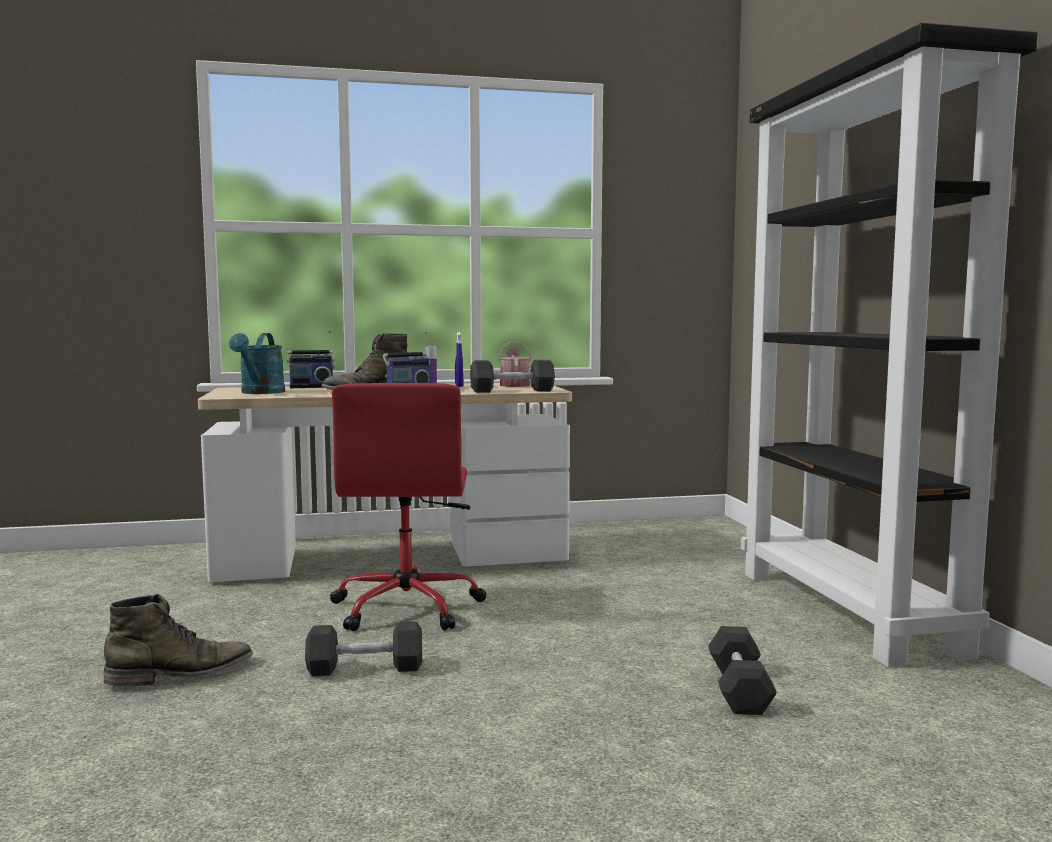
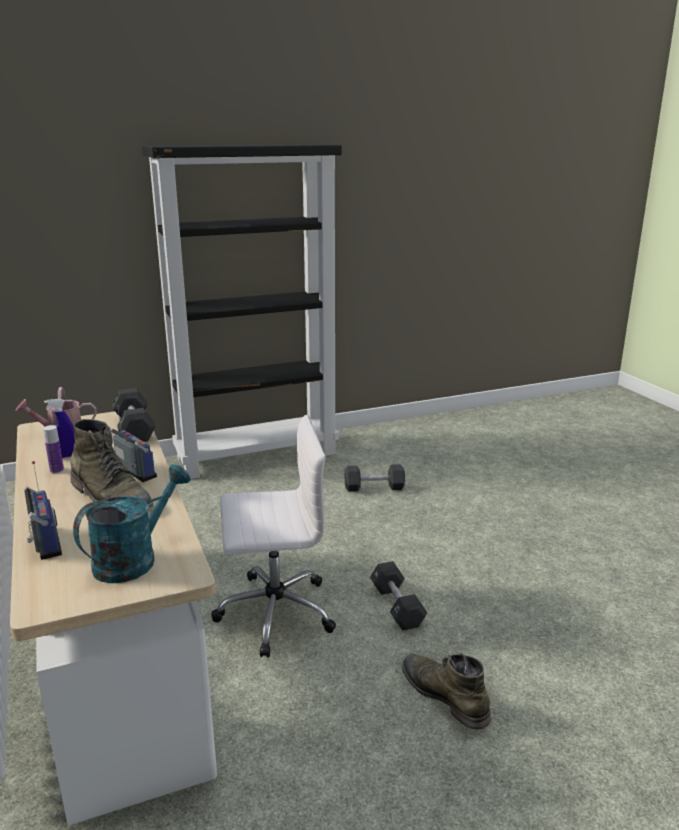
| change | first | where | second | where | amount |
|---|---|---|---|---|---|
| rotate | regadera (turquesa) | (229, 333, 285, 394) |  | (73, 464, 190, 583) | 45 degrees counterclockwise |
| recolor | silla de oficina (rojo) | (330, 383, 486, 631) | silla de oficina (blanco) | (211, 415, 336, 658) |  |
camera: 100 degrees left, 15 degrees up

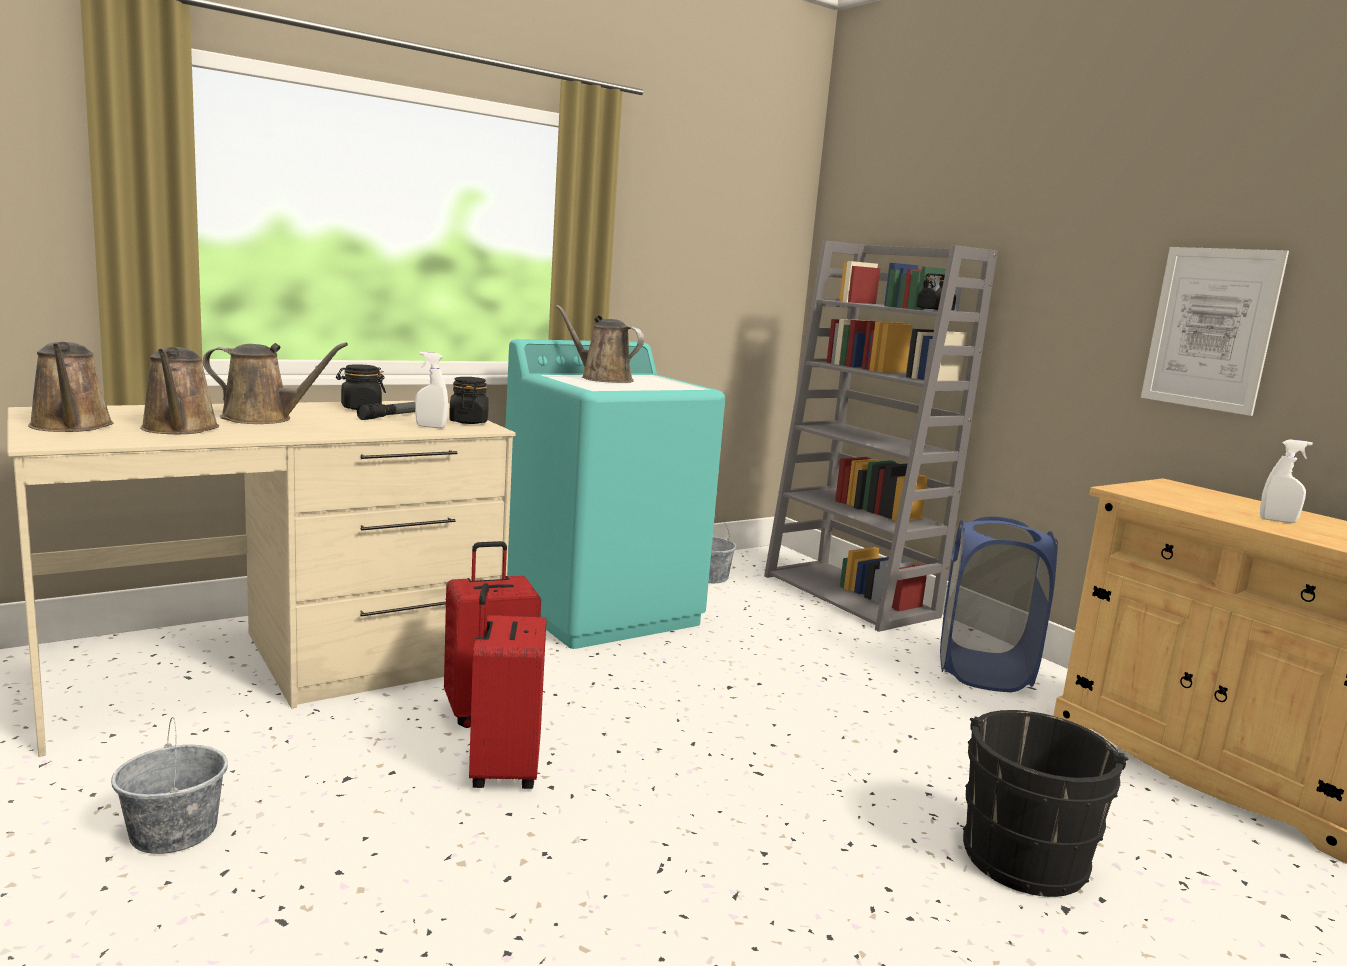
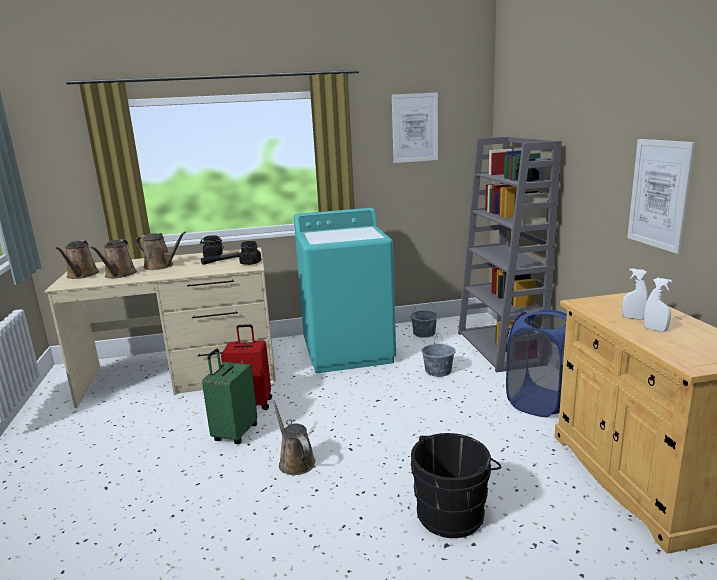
| change | first | where | second | where | amount |
|---|---|---|---|---|---|
| move | cubo (gris) | (111, 717, 228, 854) |  | (421, 333, 456, 377) |  |
| move | pulverizador (blanco) | (415, 352, 448, 428) |  | (622, 268, 648, 320) |  |
| recolor | maleta (rojo) | (469, 583, 546, 789) | maleta (verde) | (202, 349, 257, 444) |  |
| move | regadera (marrón) | (556, 305, 644, 383) |  | (272, 400, 315, 475) |  |
| insert |  |  | cuadro | (392, 92, 438, 163) |  |
camera: 25 degrees right, 5 degrees up

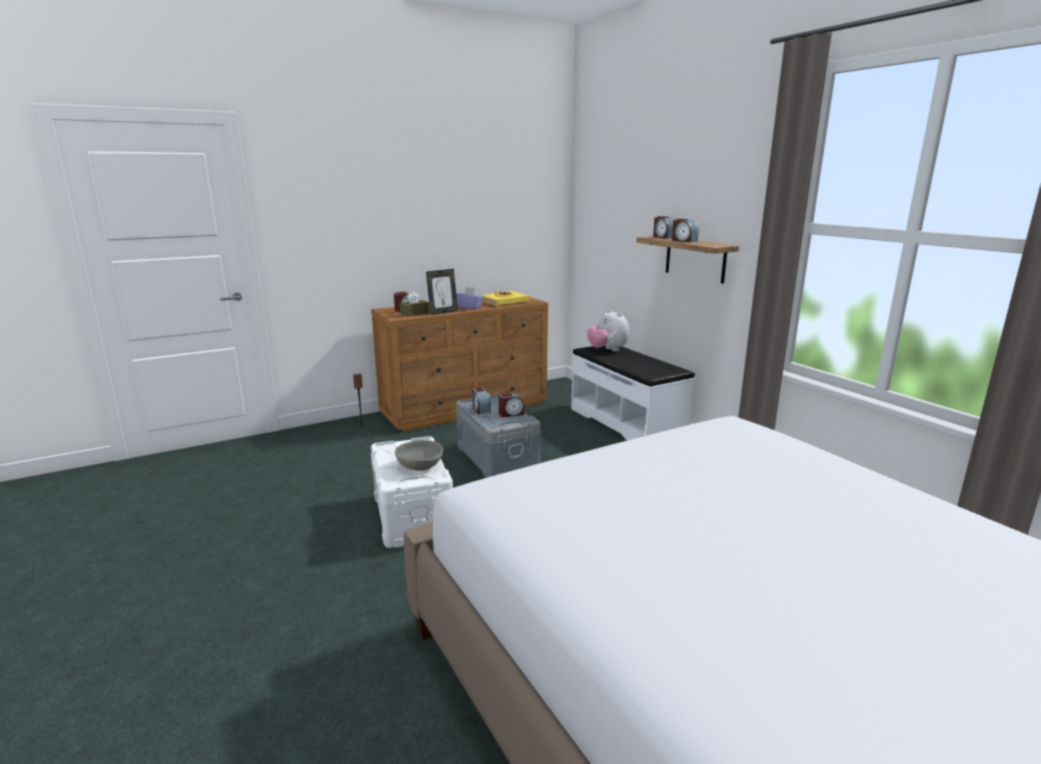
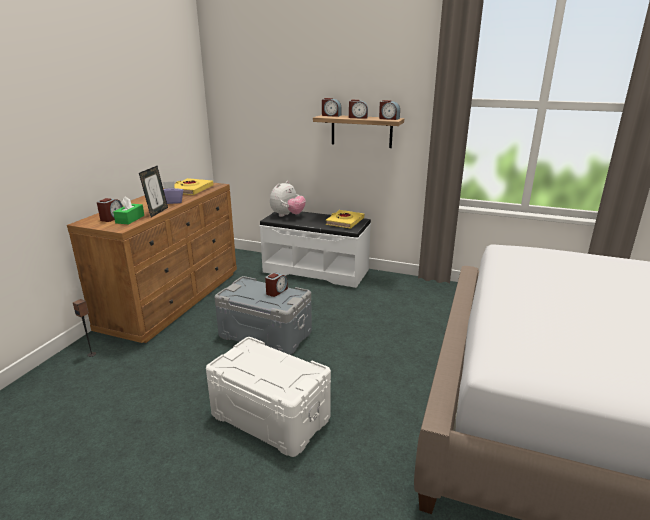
| change | first | where | second | where | amount |
|---|---|---|---|---|---|
| delete | cuenco (gris) | (395, 440, 443, 471) |  |  |  |
| recolor | caja de pañuelos (marrón) | (400, 291, 430, 316) | caja de pañuelos (verde) | (113, 196, 144, 224) |  |
| move | despertador | (472, 387, 491, 415) |  | (379, 100, 400, 120) |  |
| rotate | peluche | (587, 309, 629, 351) |  | (270, 181, 306, 217) | 75 degrees counterclockwise |
| insert |  |  | libro (amarillo) | (326, 210, 364, 229) |  |
camera: 40 degrees left, 5 degrees up

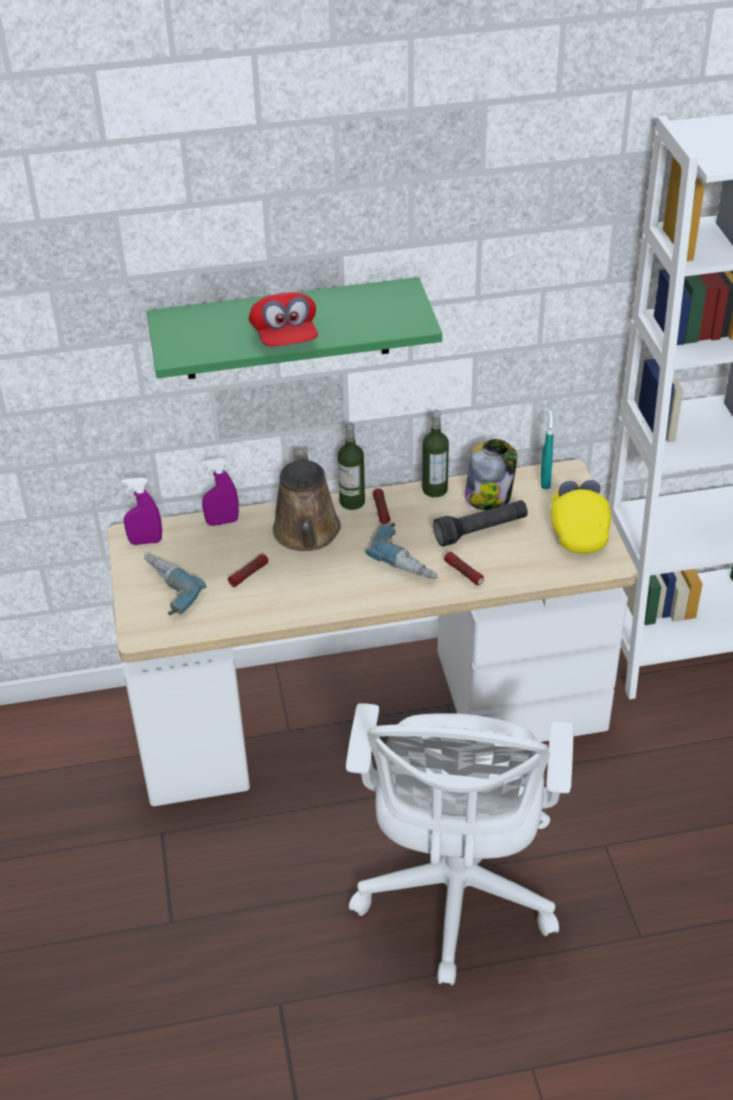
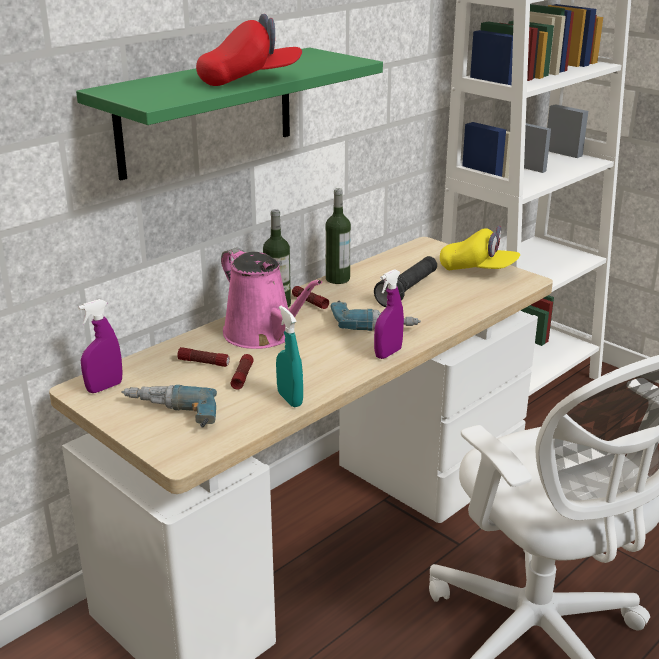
| change | first | where | second | where | amount |
|---|---|---|---|---|---|
| move | pulverizador (morado) | (202, 458, 239, 526) |  | (374, 269, 404, 359) |  |
| rotate | gorra (rojo) | (249, 292, 318, 346) |  | (196, 14, 302, 86) | 60 degrees counterclockwise |
| recolor | regadera (marrón) | (273, 446, 341, 551) | regadera (rosa) | (221, 247, 322, 349) |  |
| move | linterna | (444, 552, 484, 585) |  | (177, 347, 230, 367) |  |
| delete | tarro | (465, 439, 517, 510) |  |  |  |
| move | pulverizador (turquesa) | (541, 410, 554, 489) |  | (276, 306, 303, 407) |  |
| rotate | gorra (amarillo) | (551, 480, 611, 554) |  | (440, 226, 520, 270) | 150 degrees clockwise |
camera: 35 degrees left, 15 degrees down

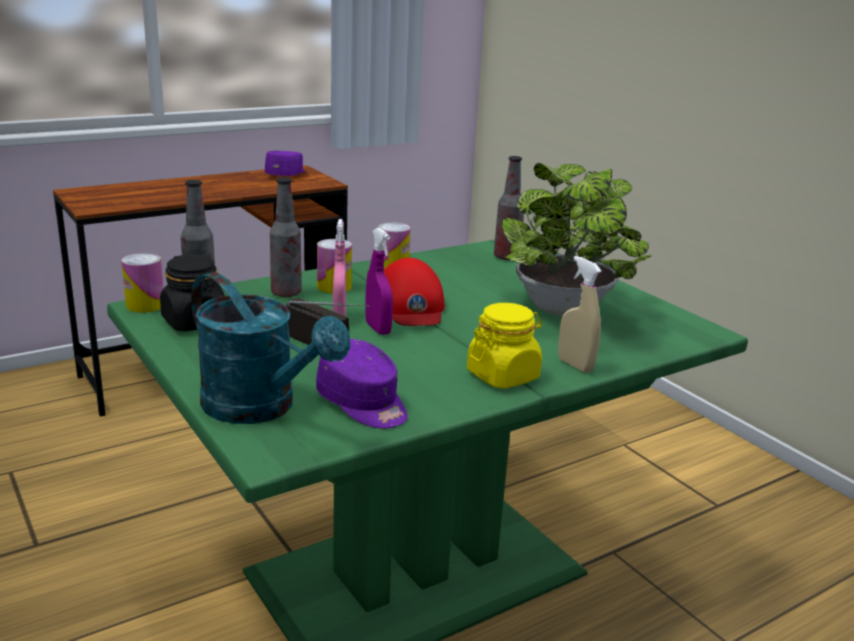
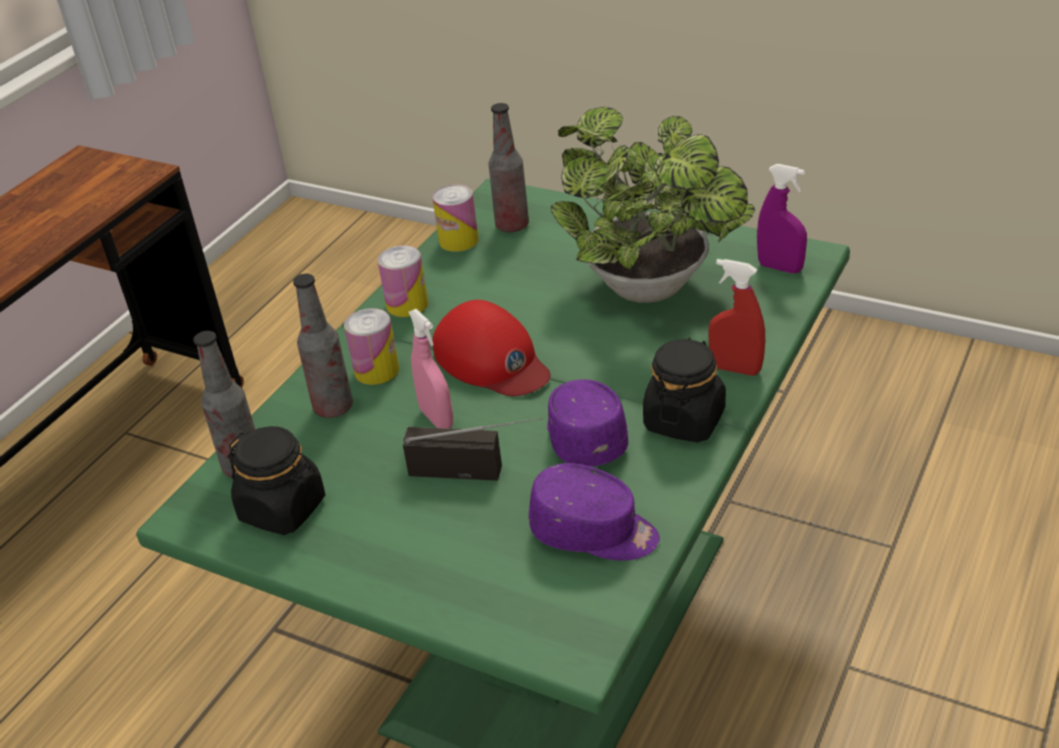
| change | first | where | second | where | amount |
|---|---|---|---|---|---|
| move | lata | (121, 253, 163, 313) |  | (432, 184, 479, 252) |  |
| delete | regadera (turquesa) | (191, 272, 350, 424) |  |  |  |
| move | gorra (morado) | (265, 151, 305, 176) |  | (547, 379, 628, 467) |  |
| move | pulverizador (morado) | (366, 228, 393, 335) |  | (757, 164, 807, 273) |  |
| recolor | tarro (amarillo) | (467, 303, 542, 388) | tarro (negro) | (643, 338, 726, 443) |  |
| recolor | pulverizador (beis) | (558, 256, 602, 373) | pulverizador (rojo) | (708, 259, 765, 376) |  |
camera: 25 degrees left, 15 degrees up

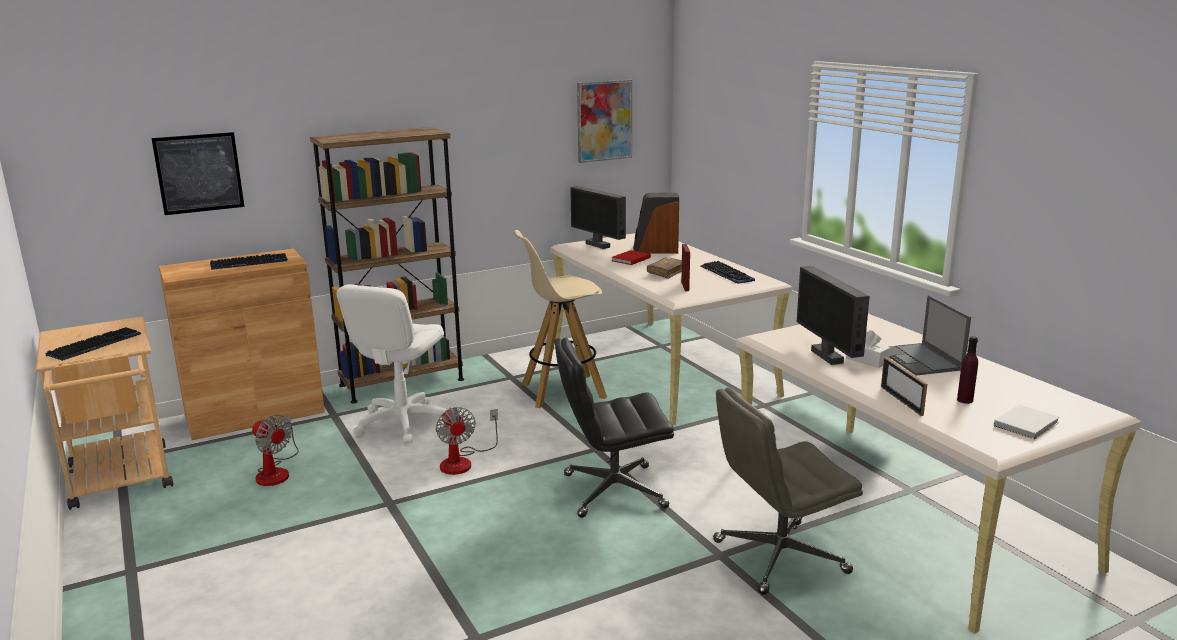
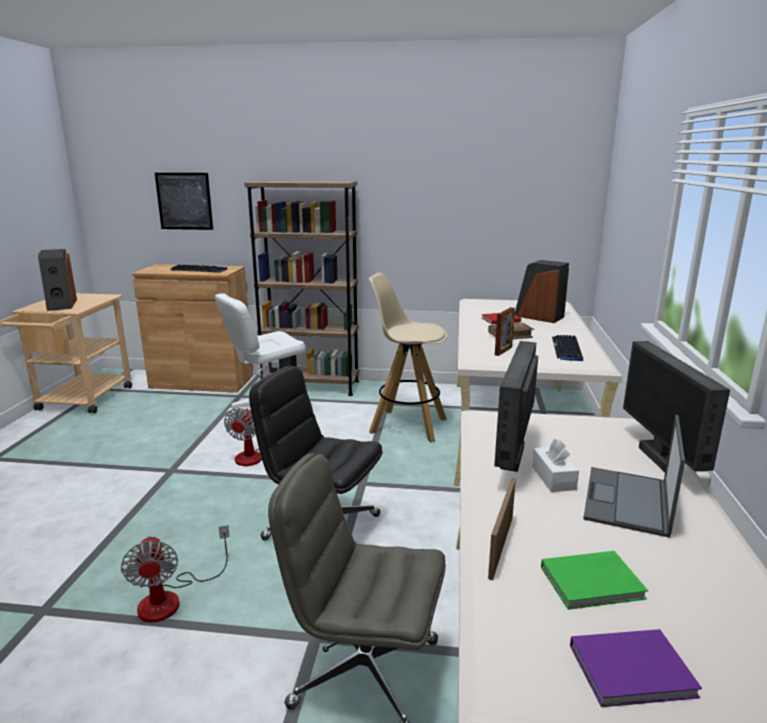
| change | first | where | second | where | amount |
|---|---|---|---|---|---|
| replace | teclado | (45, 327, 142, 361) | altavoz | (38, 249, 77, 311) |  |
| move | ventilador | (252, 415, 299, 486) |  | (121, 525, 230, 623) |  |
| move | monitor | (570, 186, 626, 249) |  | (623, 341, 730, 472) |  |
| delete | cuadro | (577, 80, 632, 163) |  |  |  |
| replace | botella (morado) | (957, 336, 978, 404) | libro (verde) | (541, 551, 648, 610) |  |
| recolor | libro (blanco) | (994, 404, 1060, 440) | libro (morado) | (570, 629, 702, 707) |  |
camera: 35 degrees right, 0 degrees up

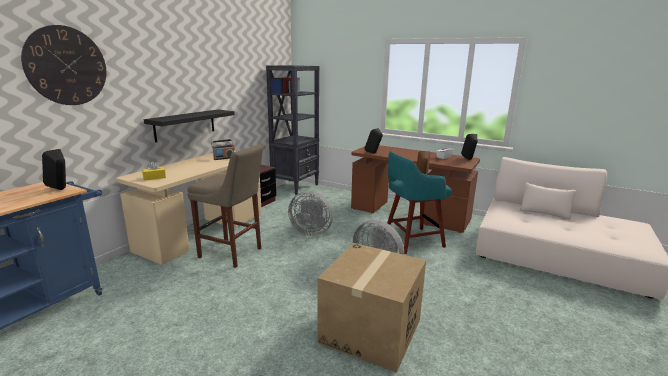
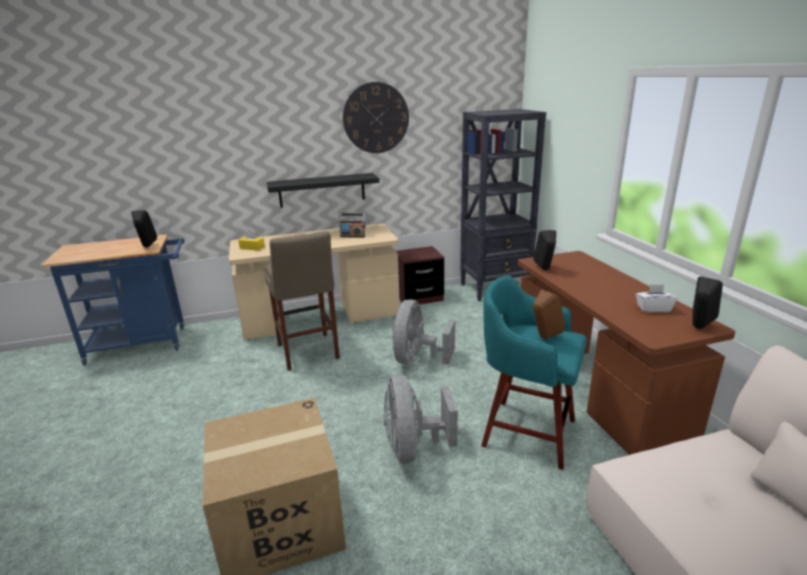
| change | first | where | second | where | amount |
|---|---|---|---|---|---|
| move | reloj de pared | (21, 25, 106, 105) |  | (343, 82, 409, 153) |  |
| rotate | ventilador (gris) | (288, 191, 333, 236) |  | (392, 300, 455, 364) | 45 degrees clockwise |
camera: 45 degrees right, 5 degrees up

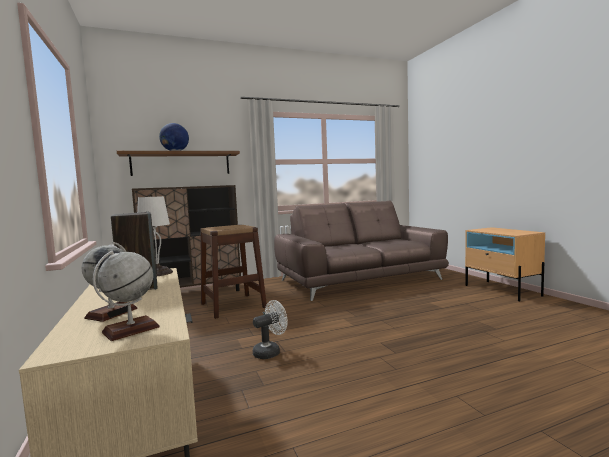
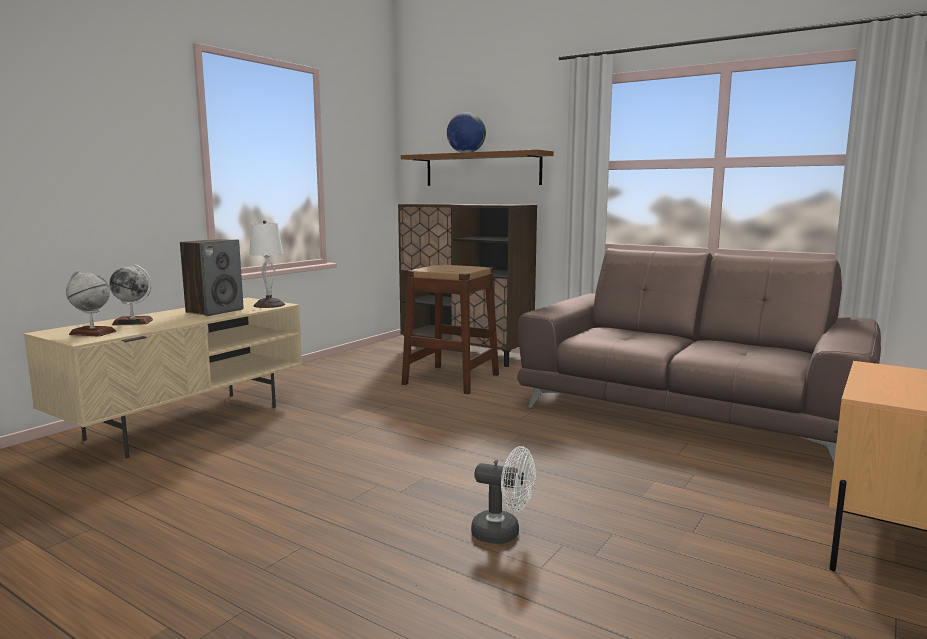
| change | first | where | second | where | amount |
|---|---|---|---|---|---|
| move | ventilador (blanco) | (253, 300, 288, 359) |  | (471, 446, 536, 544) |  |
camera: 55 degrees right, 5 degrees up

